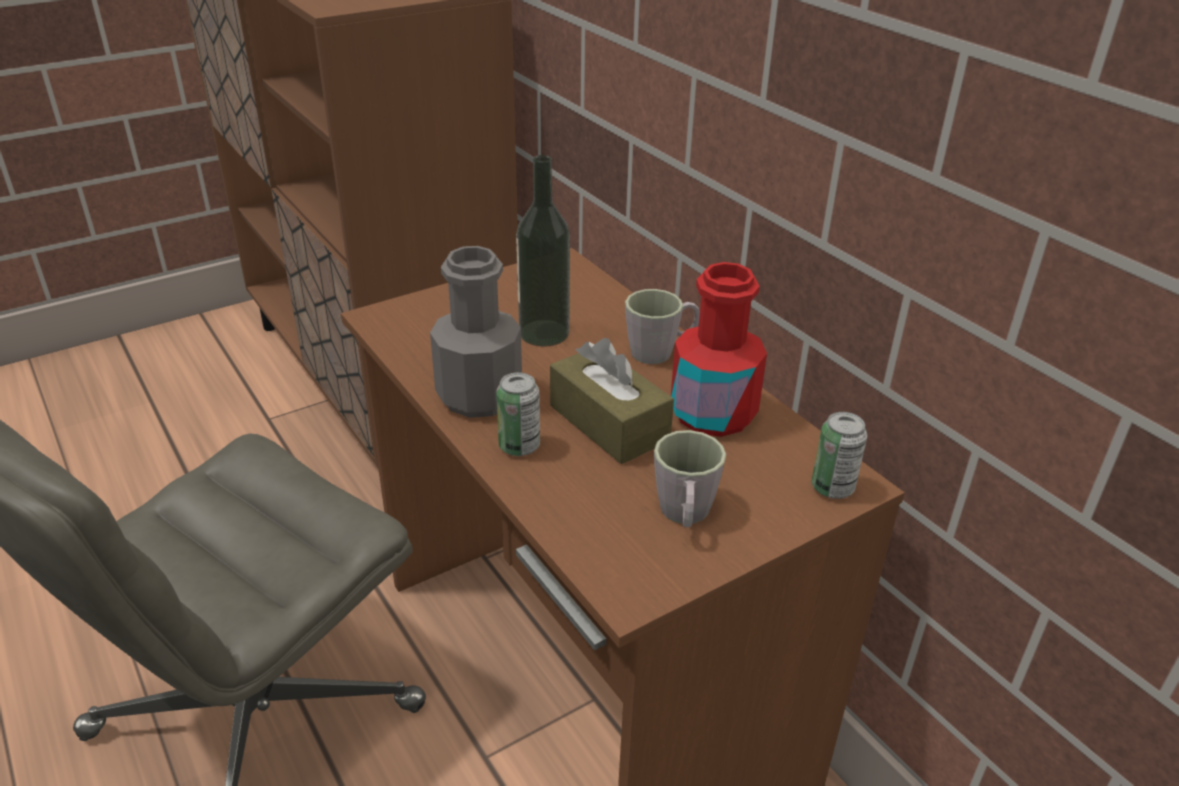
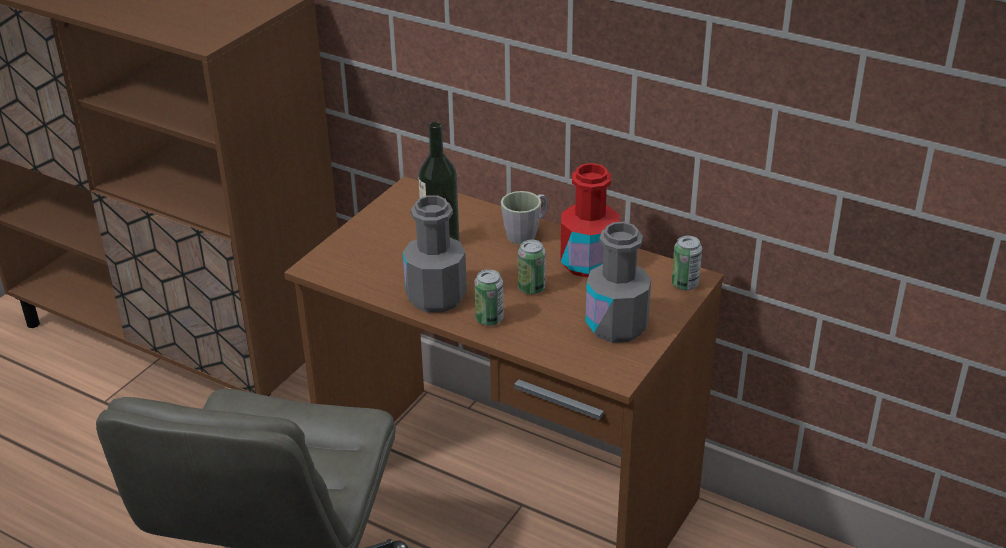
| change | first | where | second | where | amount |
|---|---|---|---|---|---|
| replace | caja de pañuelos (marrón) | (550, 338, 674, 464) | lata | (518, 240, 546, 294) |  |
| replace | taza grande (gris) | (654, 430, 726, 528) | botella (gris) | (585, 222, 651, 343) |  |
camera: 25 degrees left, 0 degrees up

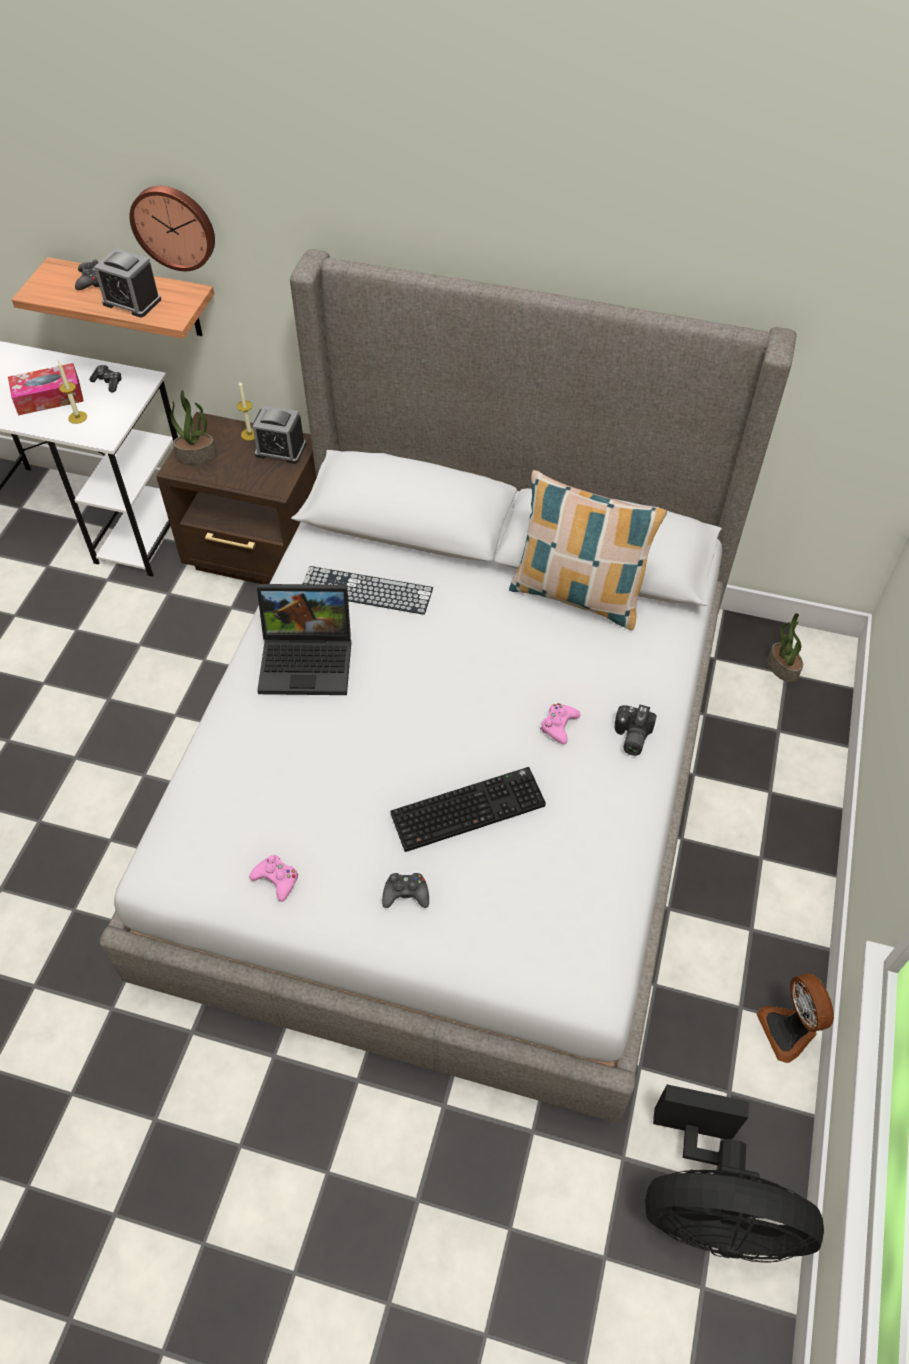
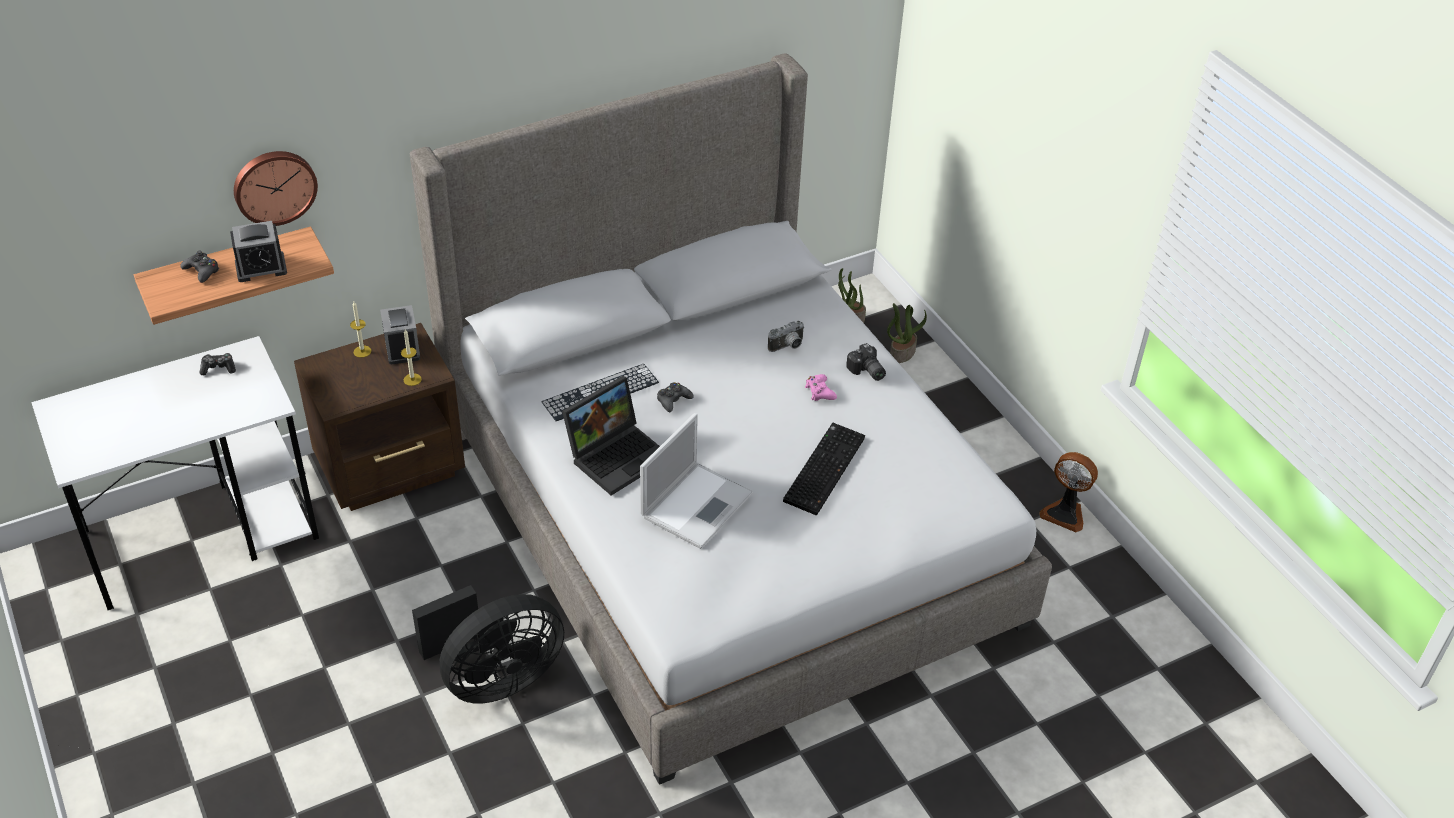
| change | first | where | second | where | amount |
|---|---|---|---|---|---|
| delete | caja de pañuelos | (8, 363, 84, 415) |  |  |  |
| move | vela | (57, 361, 87, 424) |  | (401, 329, 422, 386) |  |
| move | planta en maceta | (171, 390, 217, 465) |  | (887, 303, 927, 363) |  |
| delete | mando de consola (rosa) | (249, 855, 298, 902) |  |  |  |
| rotate | despertador | (252, 405, 306, 464) |  | (380, 305, 421, 364) | 75 degrees counterclockwise |
| move | mando de consola (negro) | (382, 873, 429, 908) |  | (657, 382, 694, 412) |  |
| delete | cojín | (509, 470, 667, 630) |  |  |  |
| move | ventilador (negro) | (645, 1084, 824, 1263) |  | (412, 585, 564, 704) |  |
| insert |  |  | portátil | (640, 413, 753, 549) |  |
| insert |  |  | cámara | (768, 321, 805, 352) |  |
camera: 45 degrees left, 10 degrees down

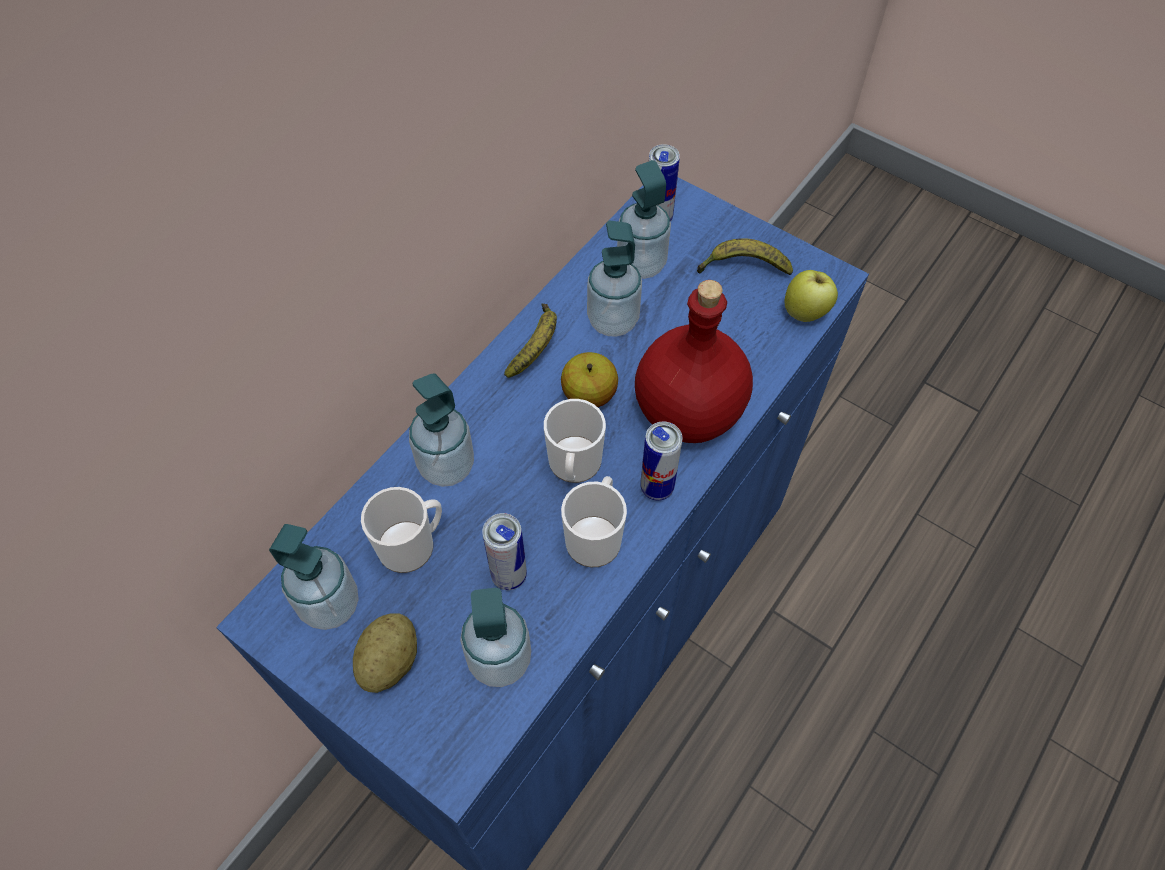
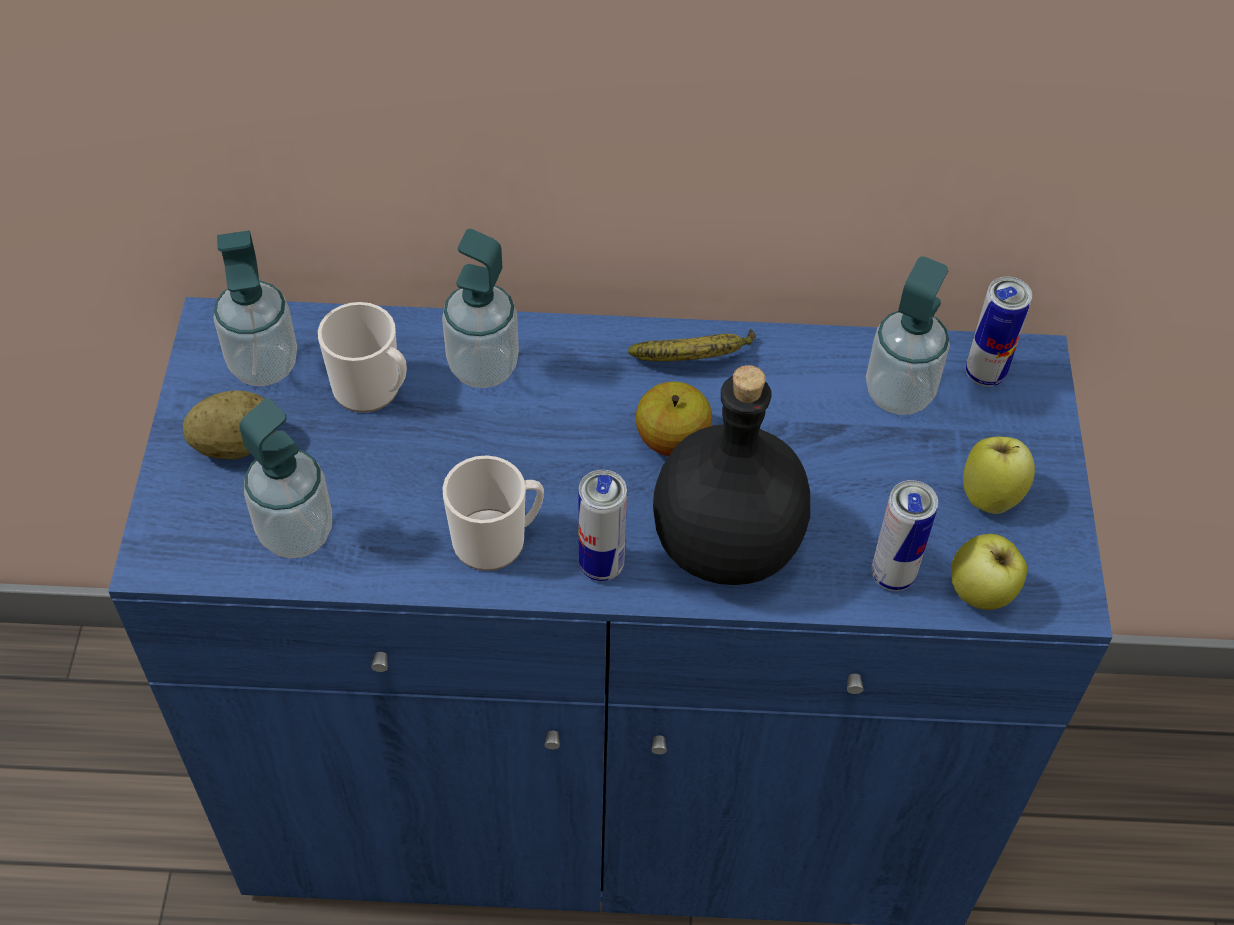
| change | first | where | second | where | amount |
|---|---|---|---|---|---|
| move | lata | (482, 513, 527, 590) |  | (871, 480, 938, 591) |  |
| delete | taza grande | (544, 399, 606, 483) |  |  |  |
| delete | dispensador de jabón | (587, 220, 642, 337) |  |  |  |
| recolor | botella (rojo) | (635, 280, 753, 443) | botella (negro) | (653, 365, 810, 585) |  |
| replace | plátano | (697, 238, 793, 275) | manzana | (963, 436, 1035, 514) |  |
camera: 55 degrees right, 5 degrees down

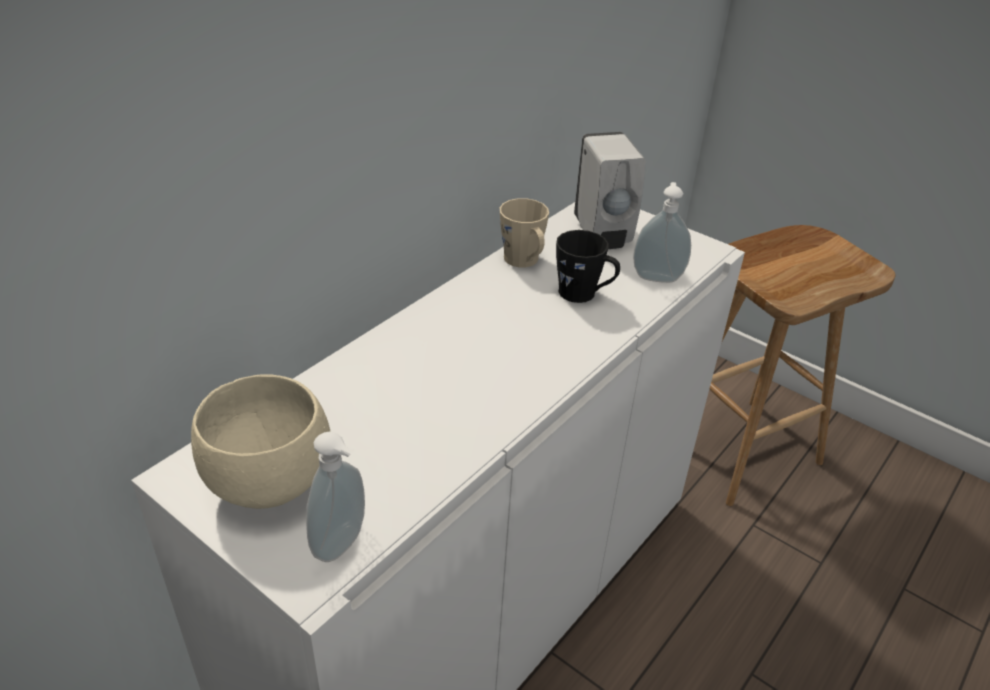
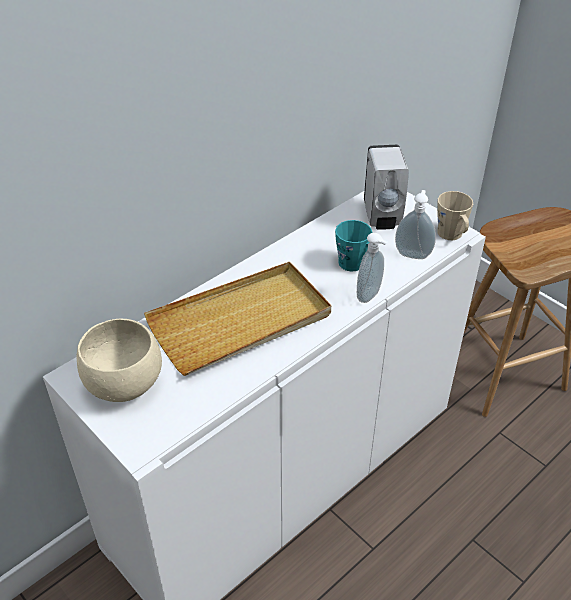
| change | first | where | second | where | amount |
|---|---|---|---|---|---|
| move | dispensador de jabón | (306, 432, 365, 562) |  | (357, 233, 388, 303) |  |
| move | taza grande (beis) | (500, 198, 549, 267) |  | (437, 191, 473, 240) |  |
| recolor | taza grande (negro) | (556, 230, 620, 303) | taza grande (turquesa) | (335, 220, 373, 272) |  |
| insert |  |  | bandeja (beis) | (144, 262, 331, 376) |  |
camera: 10 degrees right, 5 degrees up

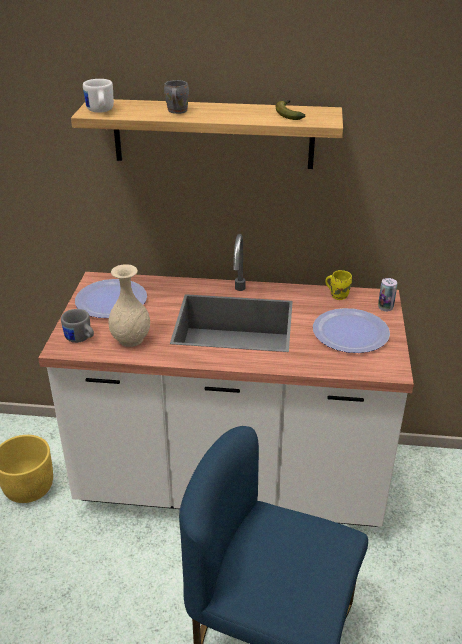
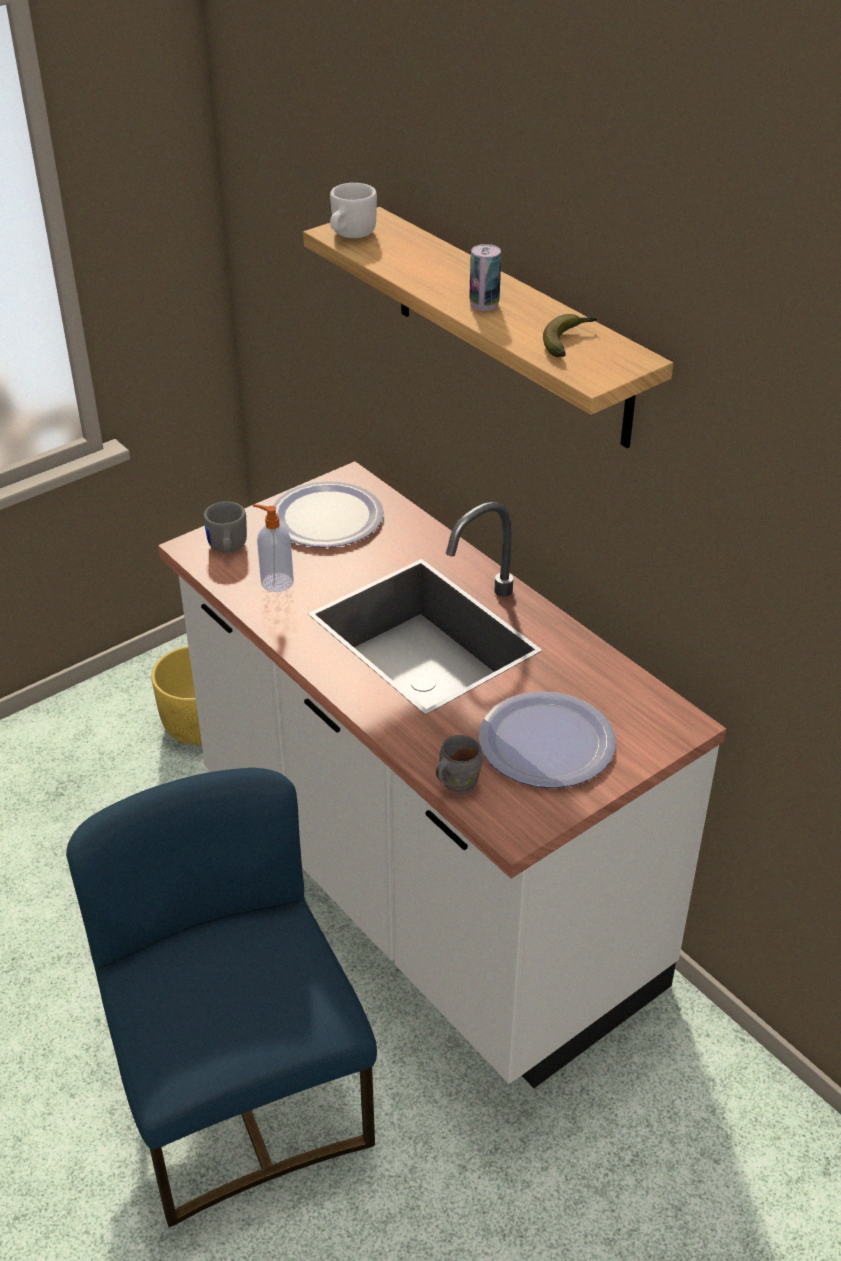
| change | first | where | second | where | amount |
|---|---|---|---|---|---|
| replace | florero (beis) | (108, 264, 150, 347) | dispensador de jabón | (253, 504, 294, 592) |  |
| move | taza grande (gris) | (164, 80, 189, 114) |  | (436, 735, 482, 794) |  |
| delete | taza grande (amarillo) | (325, 270, 352, 300) |  |  |  |
| move | lata | (378, 278, 397, 311) |  | (469, 244, 501, 311) |  |
camera: 45 degrees right, 5 degrees up

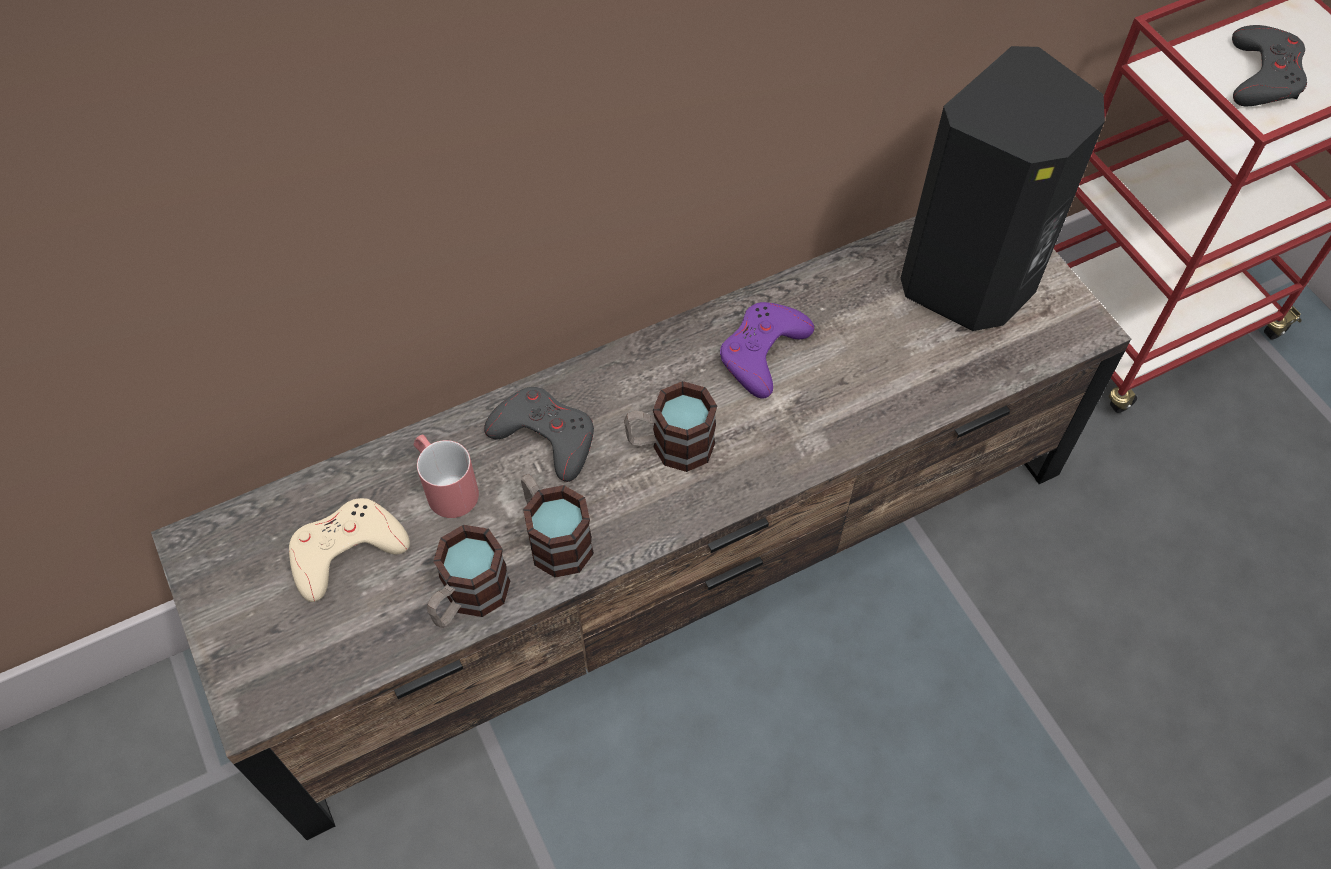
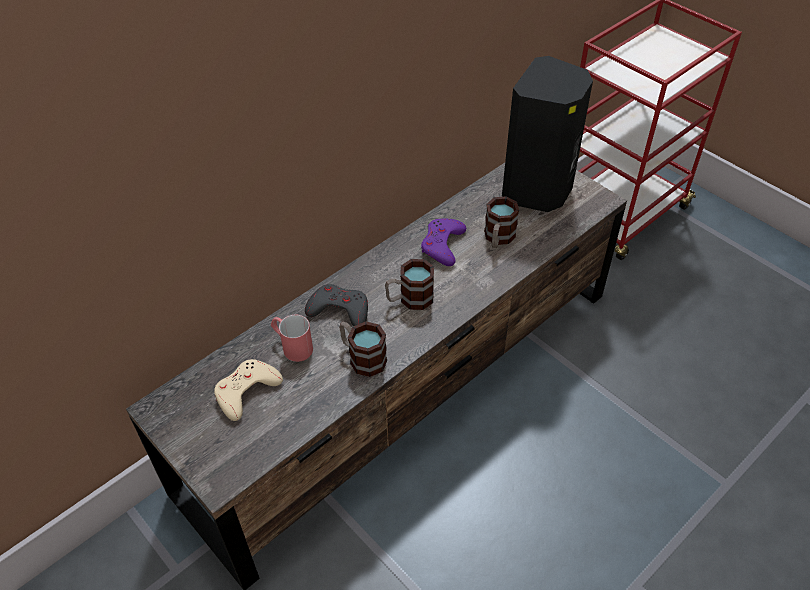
| change | first | where | second | where | amount |
|---|---|---|---|---|---|
| move | taza grande | (427, 525, 510, 627) |  | (484, 196, 519, 248) |  |
| delete | mando de consola (gris) | (1232, 25, 1307, 106) |  |  |  |
camera: 15 degrees left, 10 degrees down

